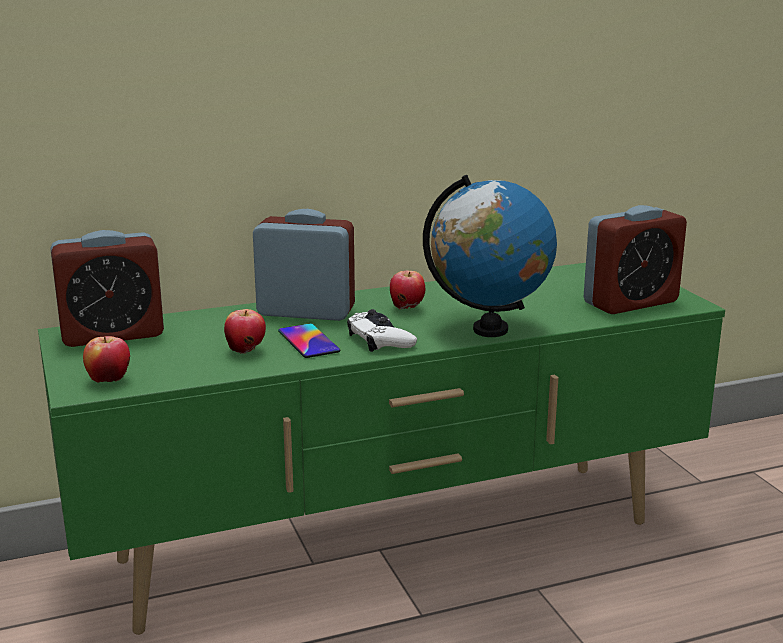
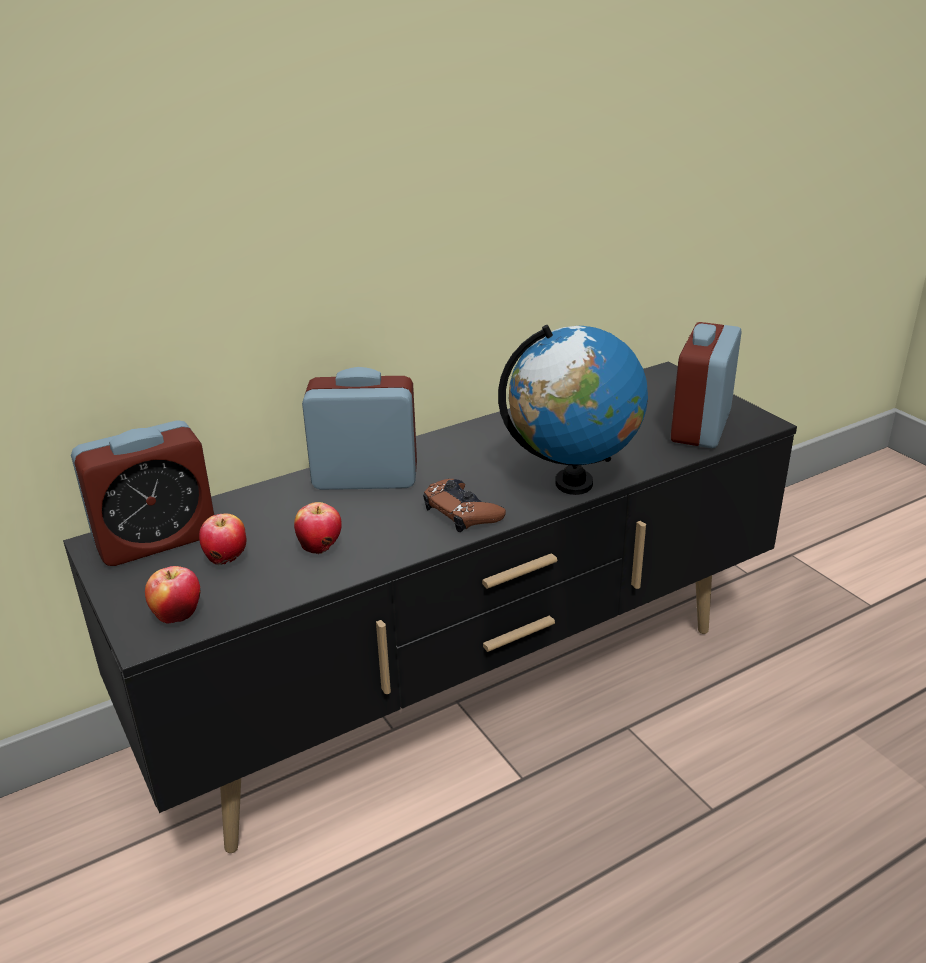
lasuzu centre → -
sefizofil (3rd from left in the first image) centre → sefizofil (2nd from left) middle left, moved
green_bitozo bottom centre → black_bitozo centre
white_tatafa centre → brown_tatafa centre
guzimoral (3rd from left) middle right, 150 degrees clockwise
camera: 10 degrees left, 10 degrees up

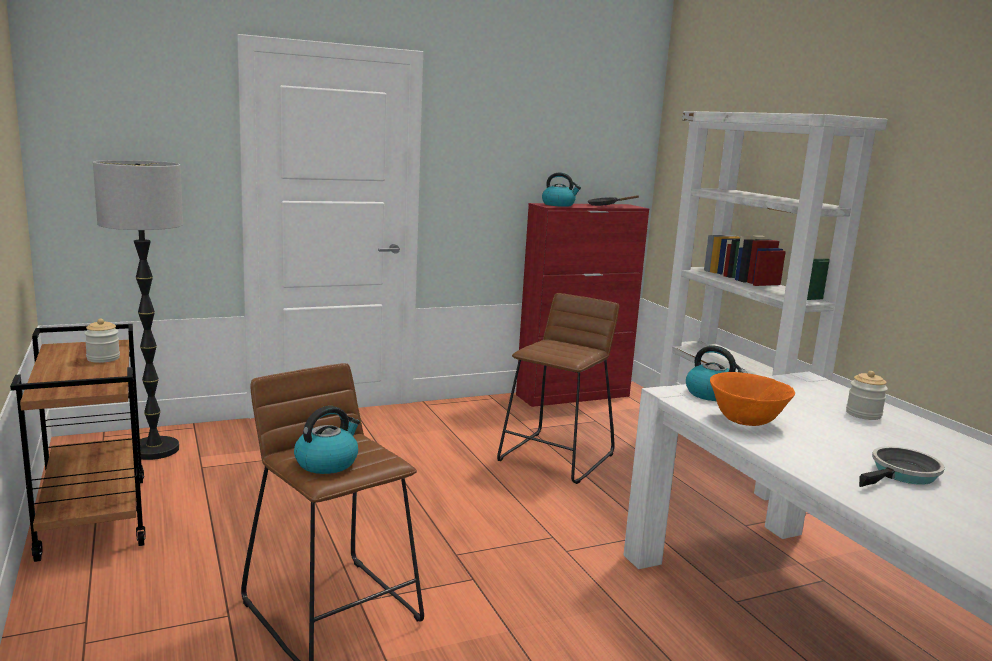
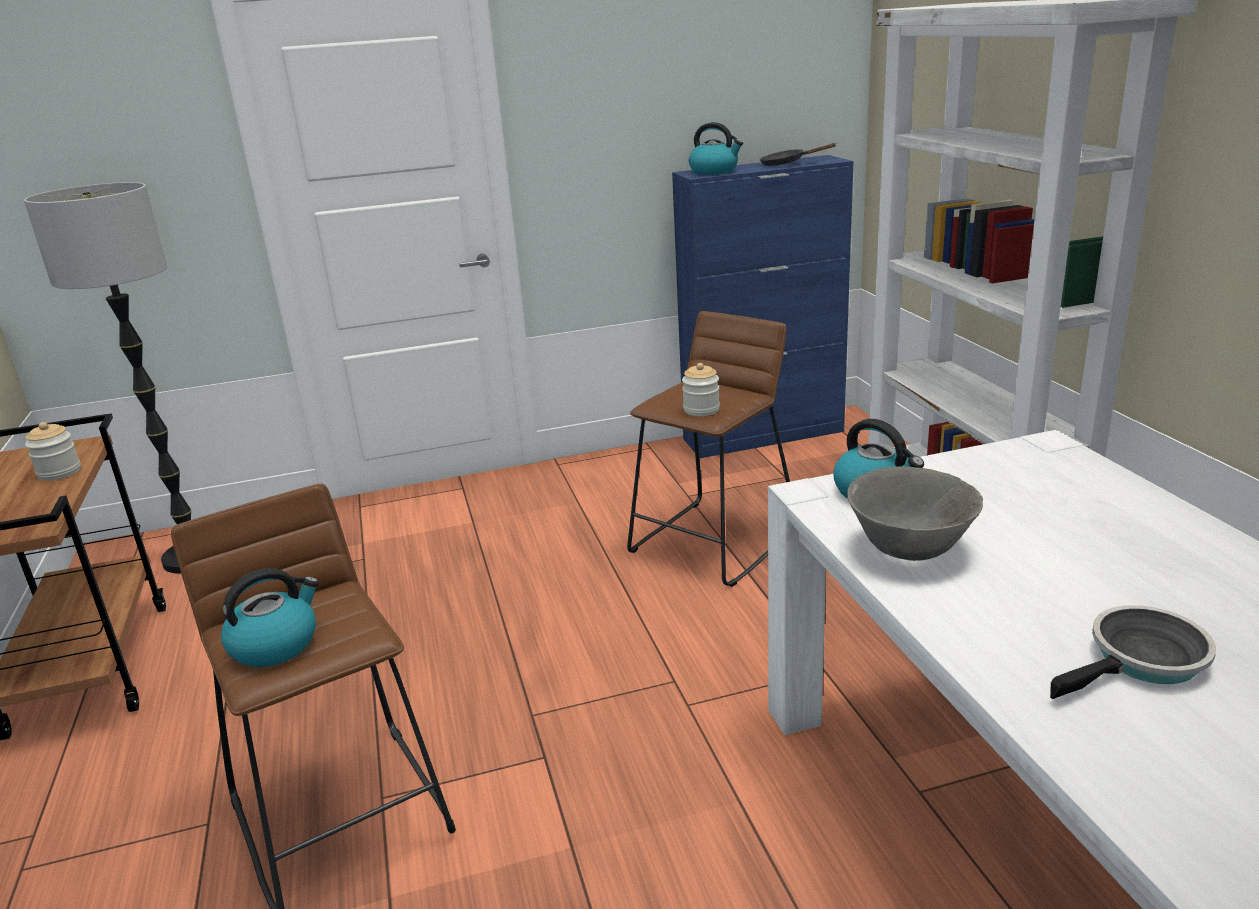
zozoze (2nd from left) middle right → zozoze (2nd from left) centre, moved
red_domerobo centre → blue_domerobo centre
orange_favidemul middle right → grey_favidemul middle right
camera: 10 degrees right, 10 degrees up

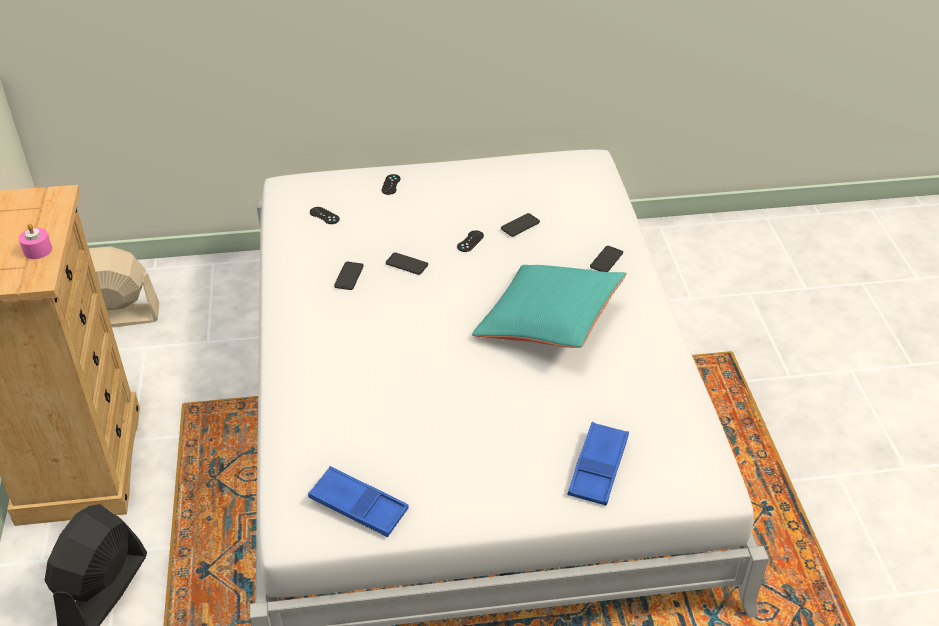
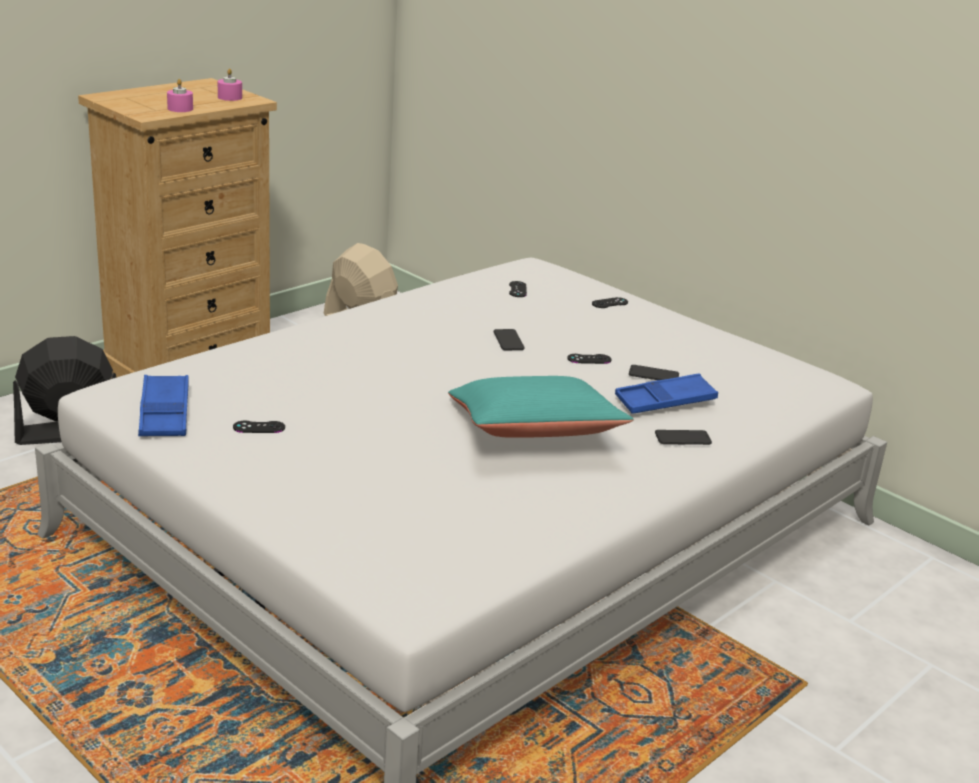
lasuzu (1st from left) centre → -
- → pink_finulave (2nd from left) top left
- → black_tatafa (1st from left) middle left
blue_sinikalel (2nd from left) bottom centre → blue_sinikalel (2nd from left) middle right, moved
camera: 50 degrees right, 15 degrees down

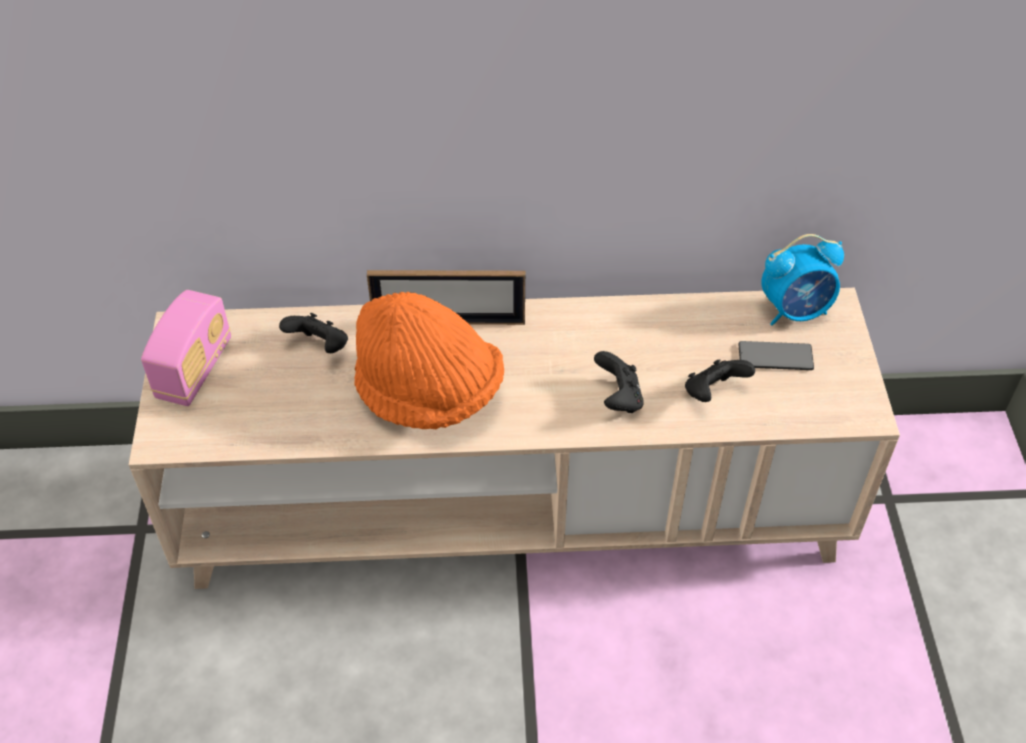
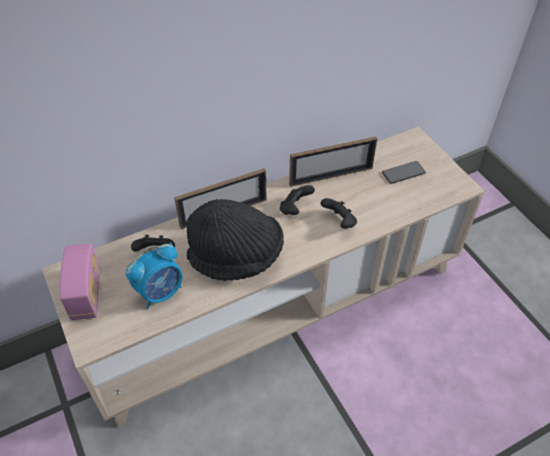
- → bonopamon (2nd from left) centre
black_tatafa (3rd from left in the first image) middle right → black_tatafa (2nd from left) centre, moved
guzimoral middle right → guzimoral middle left, moved
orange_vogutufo centre → black_vogutufo centre
camera: 25 degrees left, 0 degrees up

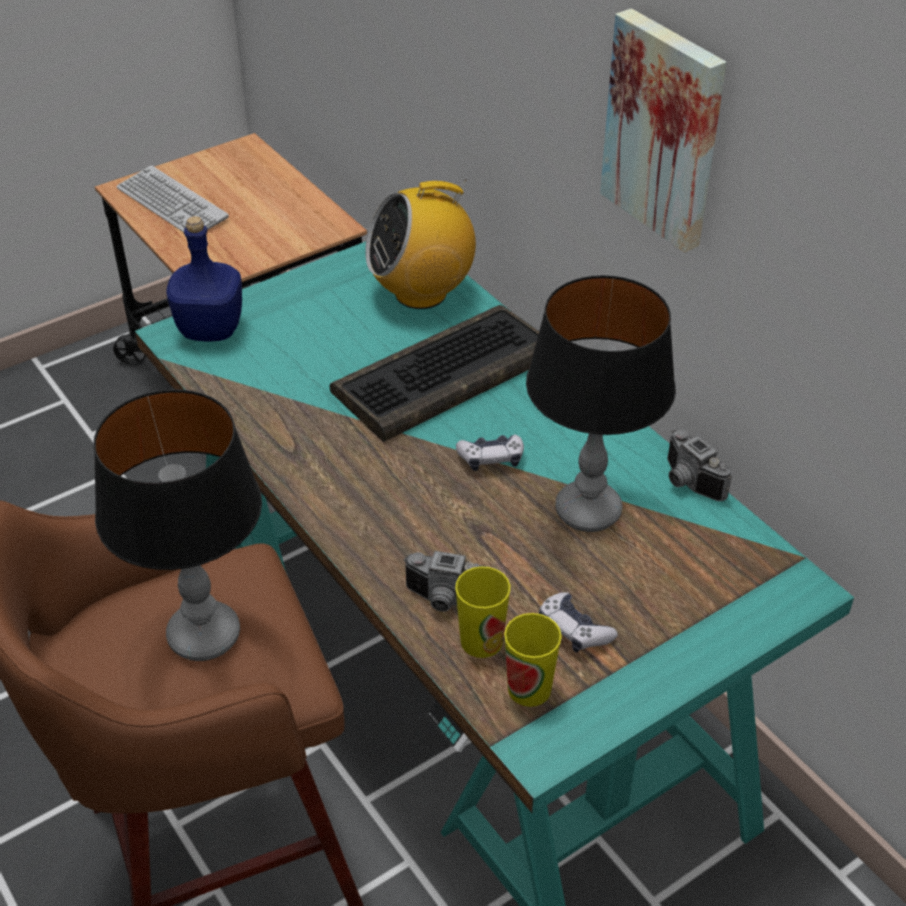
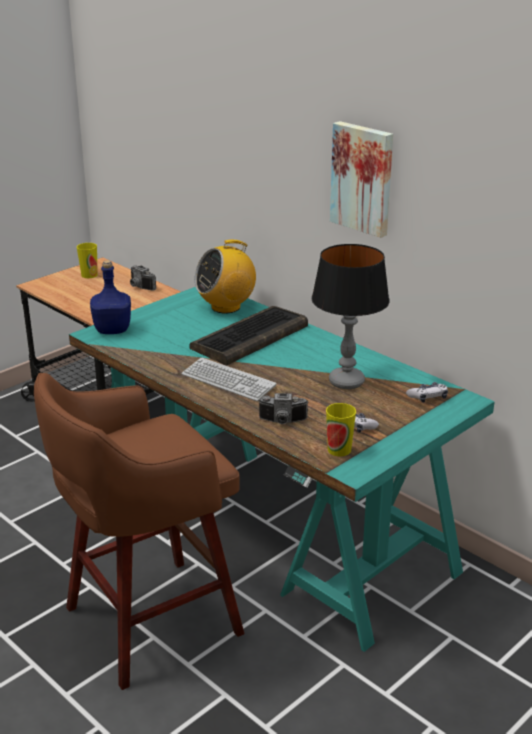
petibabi (1st from left) middle left → -
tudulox (1st from left) top left → tudulox (1st from left) centre, moved
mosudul (1st from left) bottom centre → mosudul (1st from left) middle left, moved
tatafa (1st from left in the first image) centre → tatafa (2nd from left) middle right, moved
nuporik (2nd from left in the first image) middle right → nuporik (1st from left) middle left, moved
camera: 10 degrees left, 15 degrees down

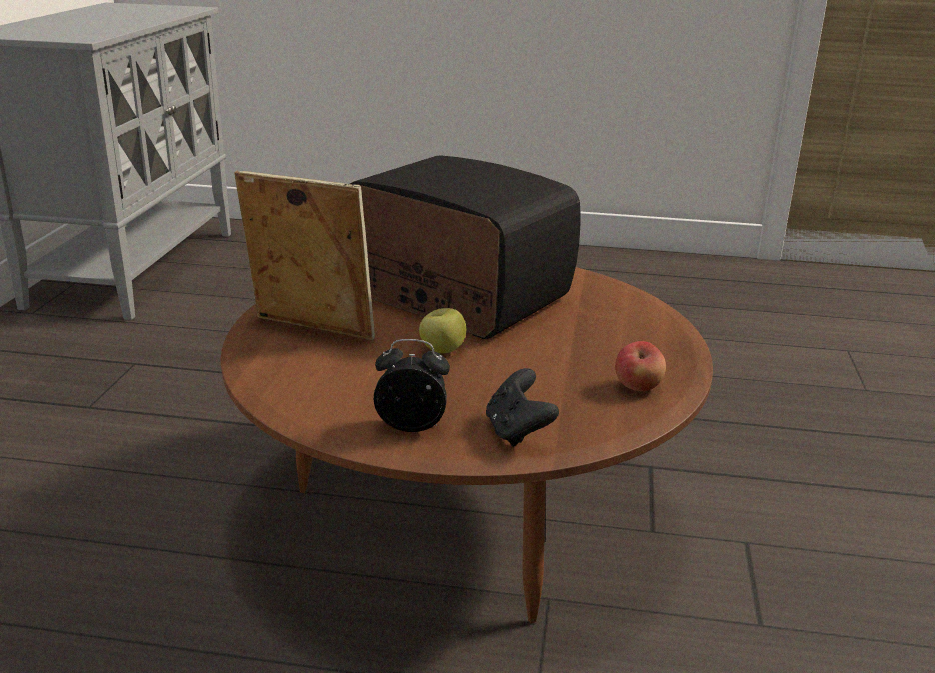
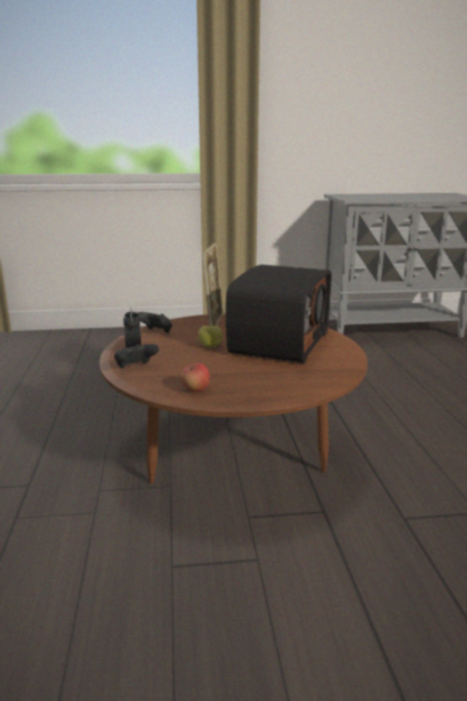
- → black_tatafa (2nd from left) middle left
camera: 75 degrees right, 5 degrees down

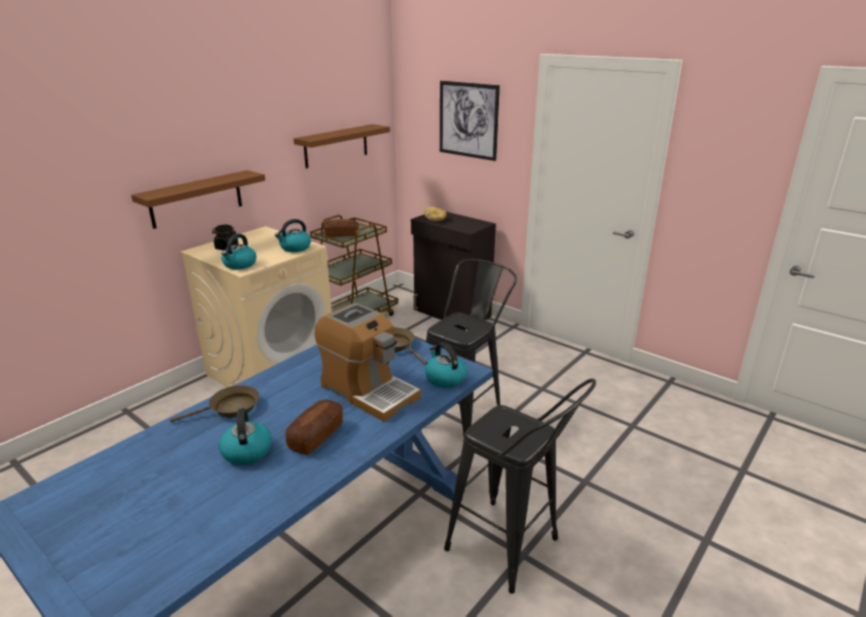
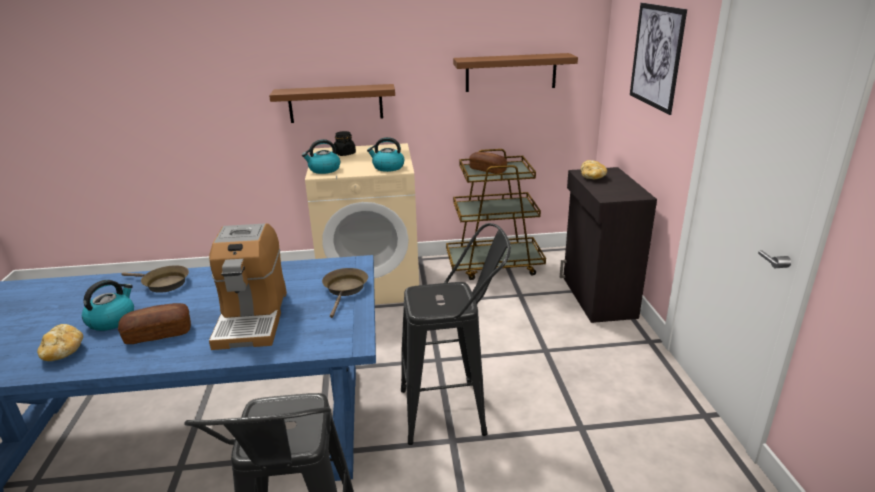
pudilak (4th from left) centre → -
- → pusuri (1st from left) bottom left
camera: 45 degrees right, 0 degrees up

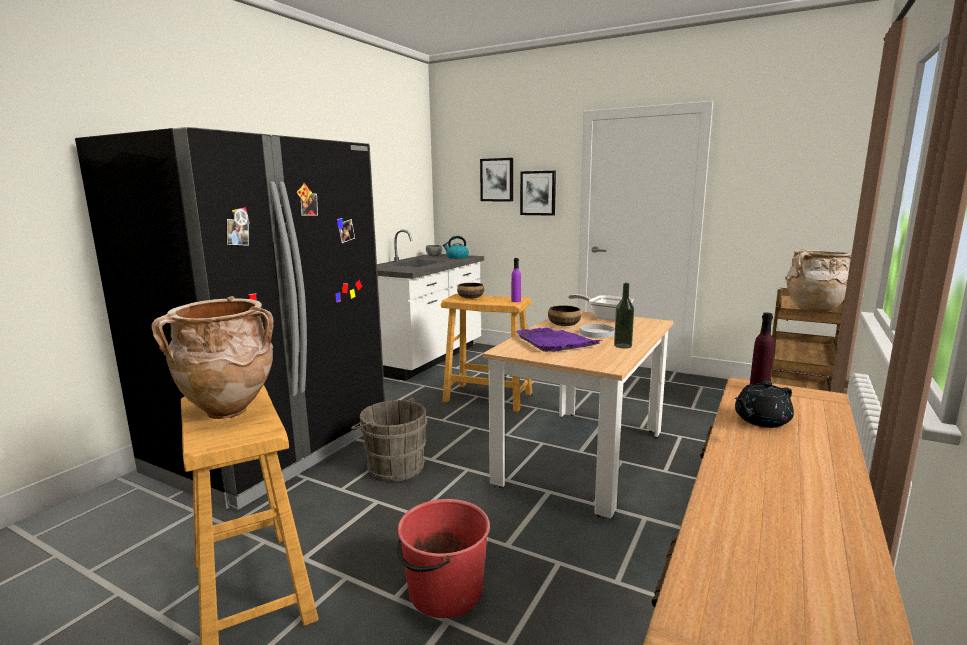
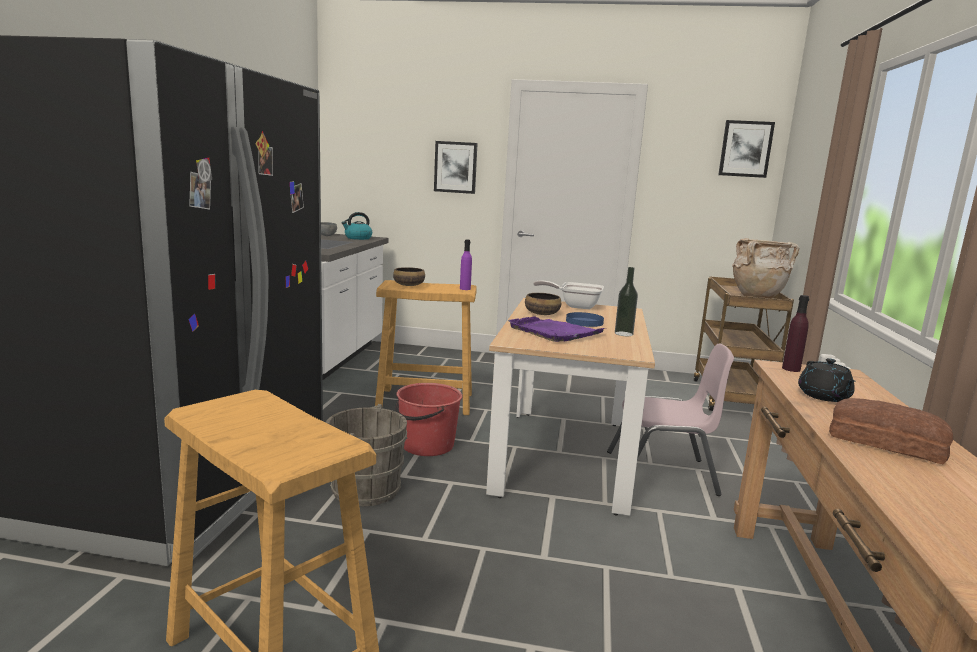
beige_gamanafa (1st from left) middle left → -
- → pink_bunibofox middle right
- → pusuri middle right
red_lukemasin bottom centre → red_lukemasin centre, moved
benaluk (1st from left in the first image) top centre → benaluk (2nd from left) top right, moved
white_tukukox centre → blue_tukukox centre
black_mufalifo middle right, 45 degrees counterclockwise
camera: 20 degrees left, 0 degrees up

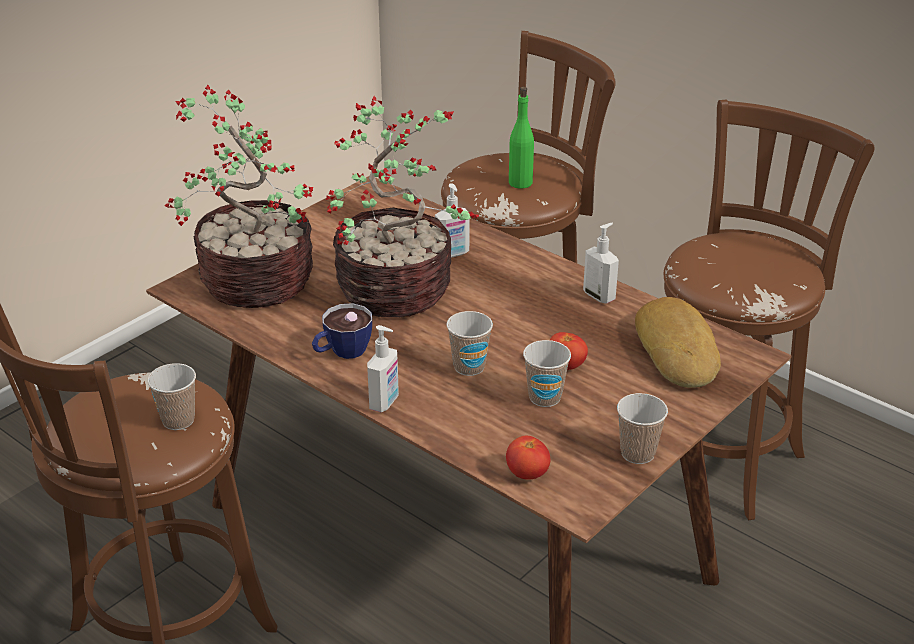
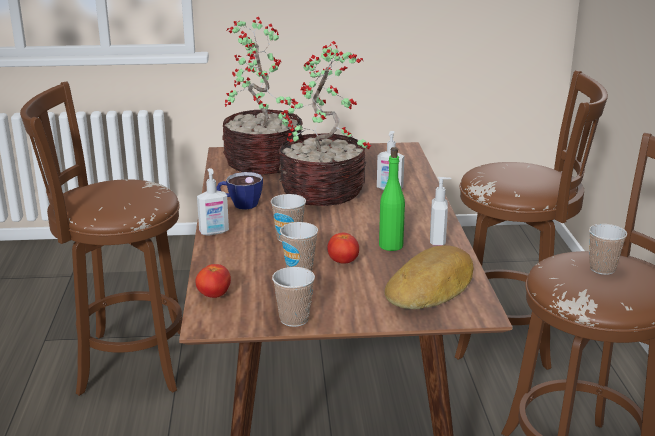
mosudul (1st from left in the first image) middle left → mosudul (5th from left) middle right, moved
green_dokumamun top centre → green_dokumamun centre, moved
camera: 45 degrees right, 10 degrees down

